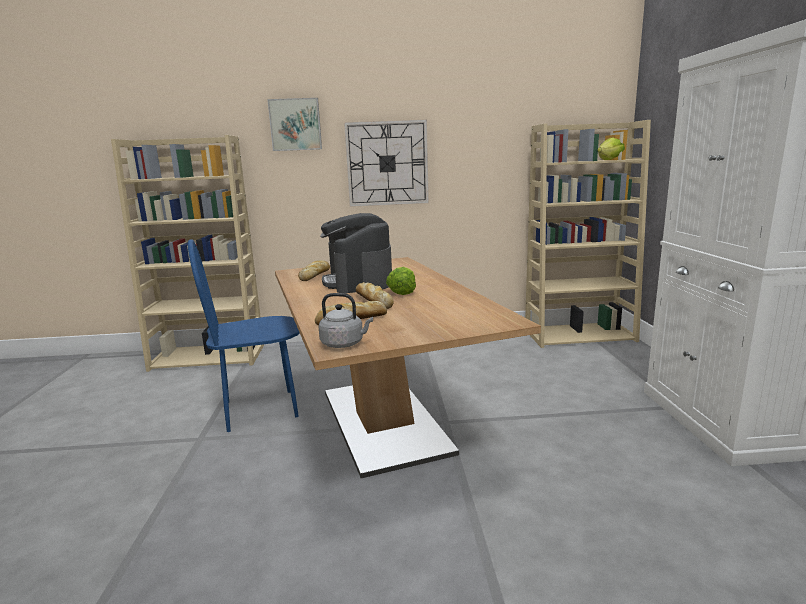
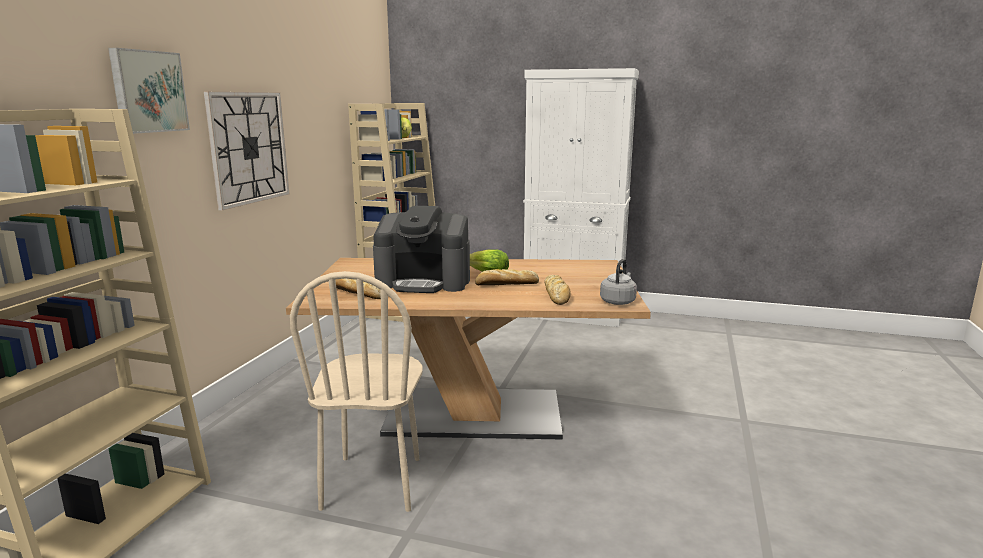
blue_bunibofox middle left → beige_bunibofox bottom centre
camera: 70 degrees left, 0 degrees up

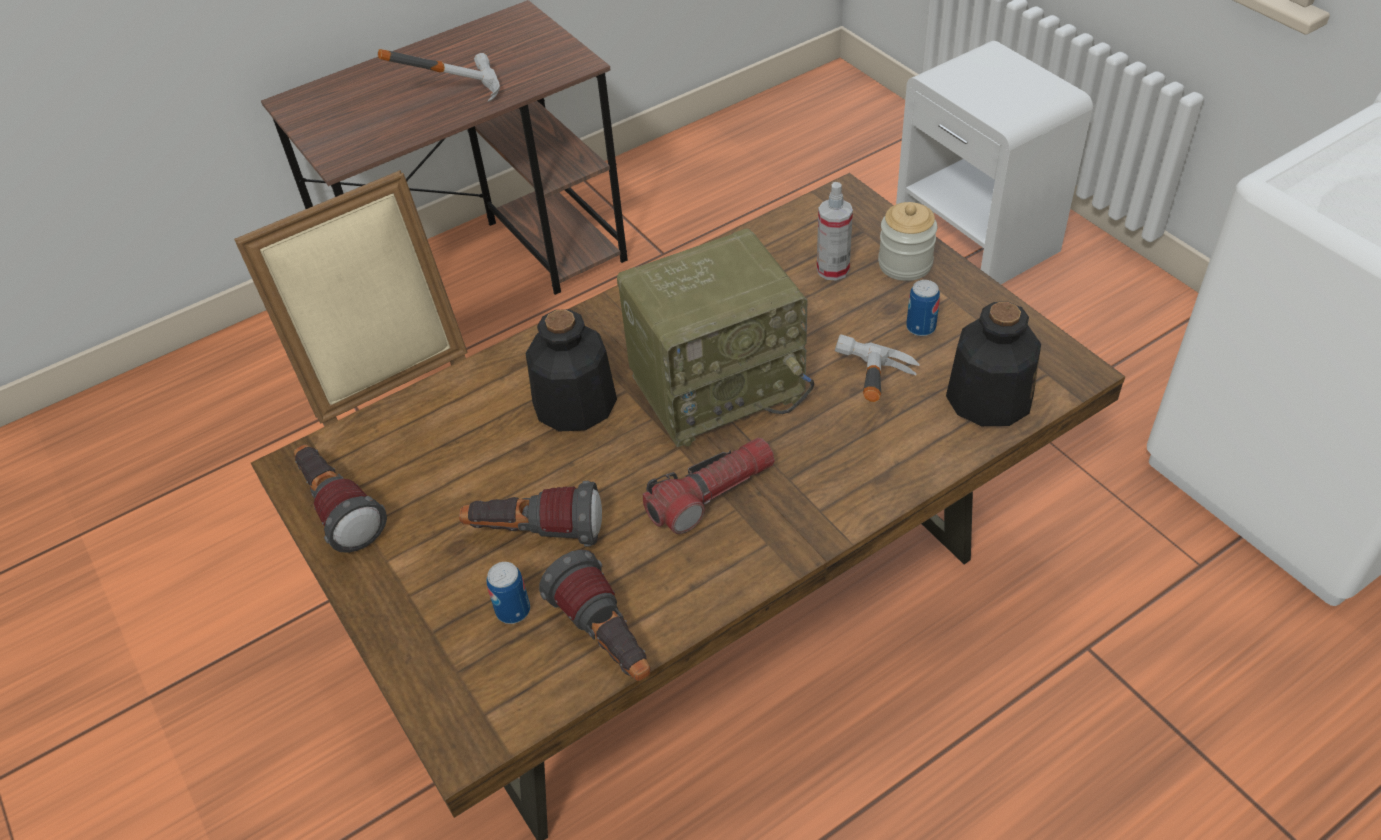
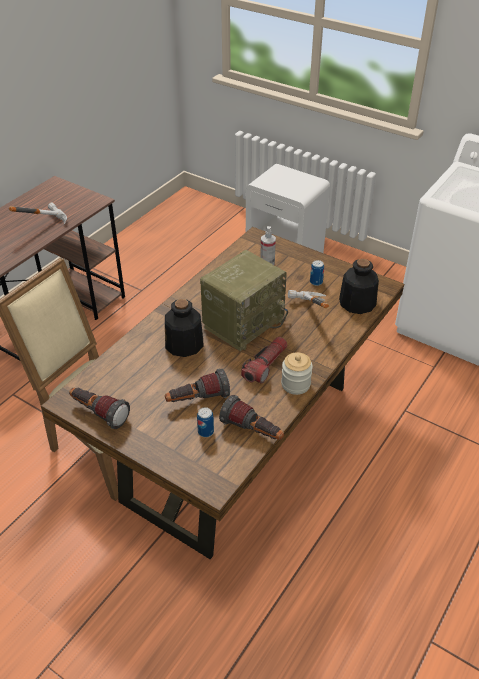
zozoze top centre → zozoze centre, moved
camera: 25 degrees left, 5 degrees down

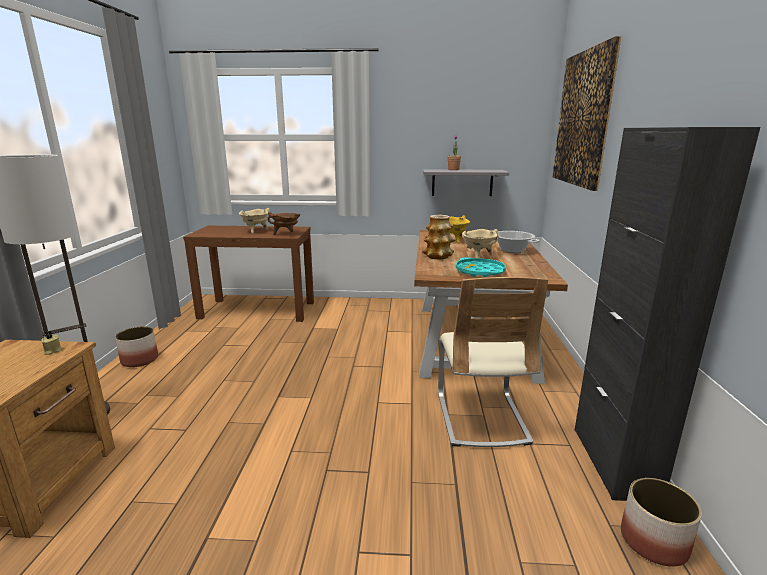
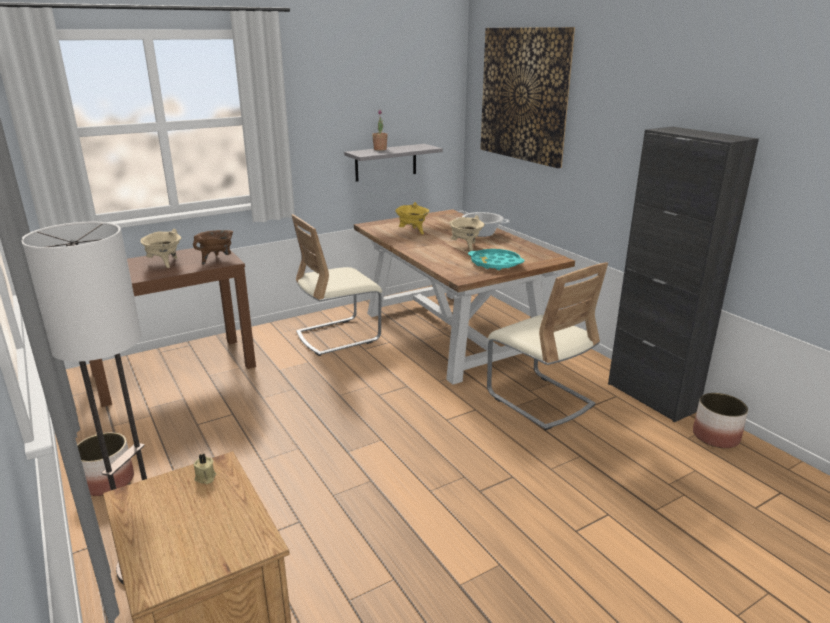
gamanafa centre → -
- → beige_bunibofox (1st from left) centre
camera: 35 degrees left, 5 degrees up

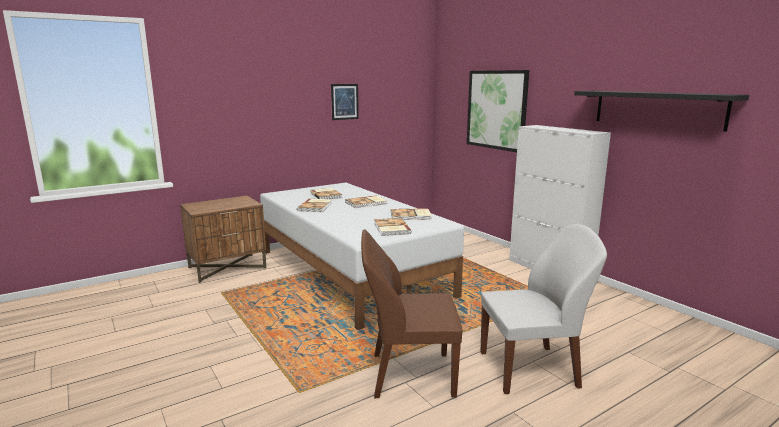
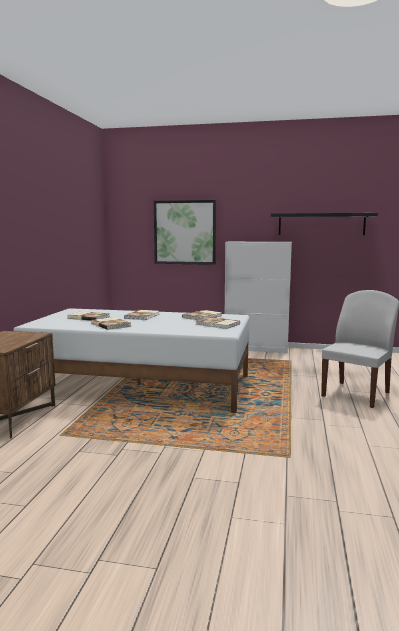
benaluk (1st from left) top centre → -
brown_bunibofox bottom centre → -
camera: 45 degrees left, 5 degrees down

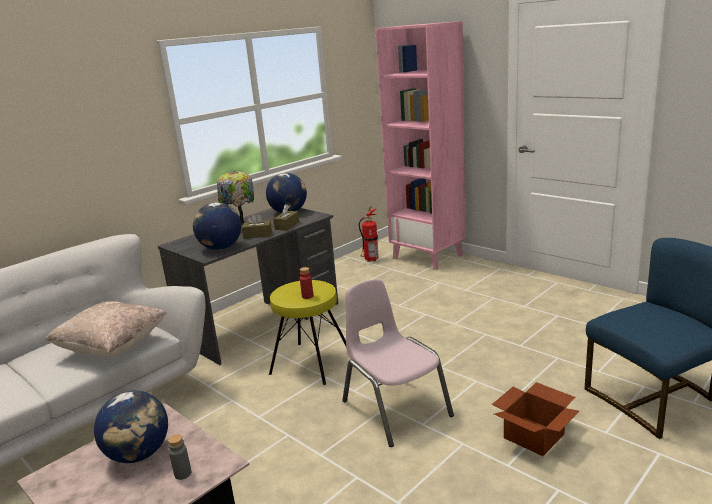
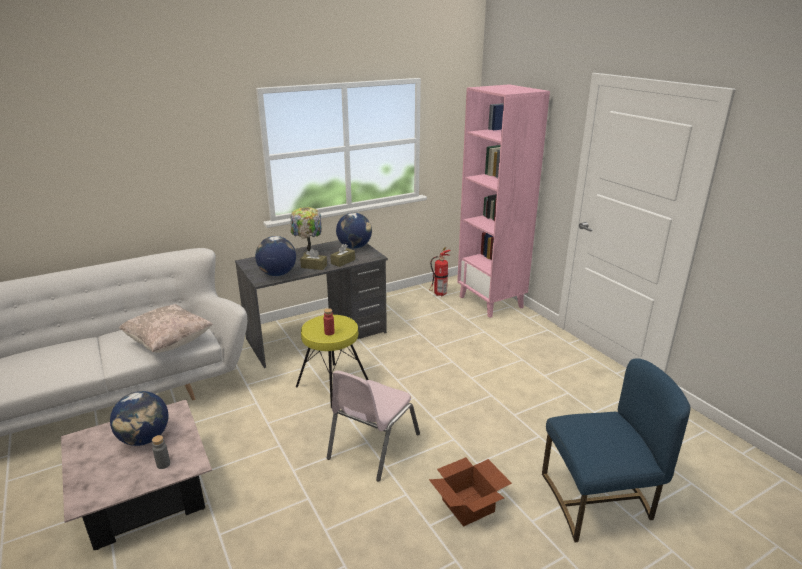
pink_bunibofox bottom centre, 135 degrees counterclockwise
camera: 15 degrees right, 5 degrees up

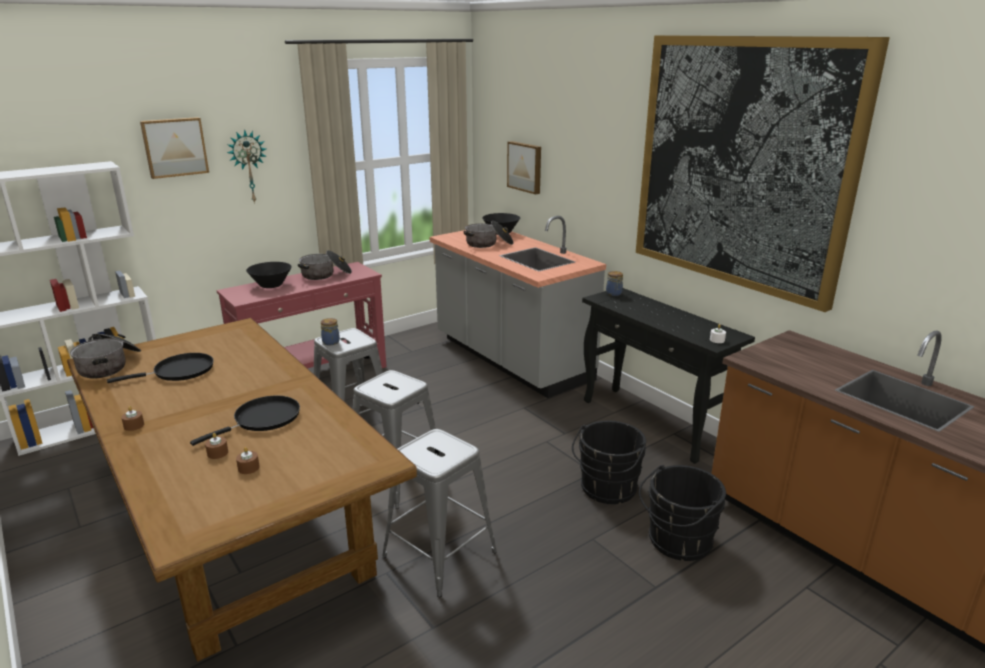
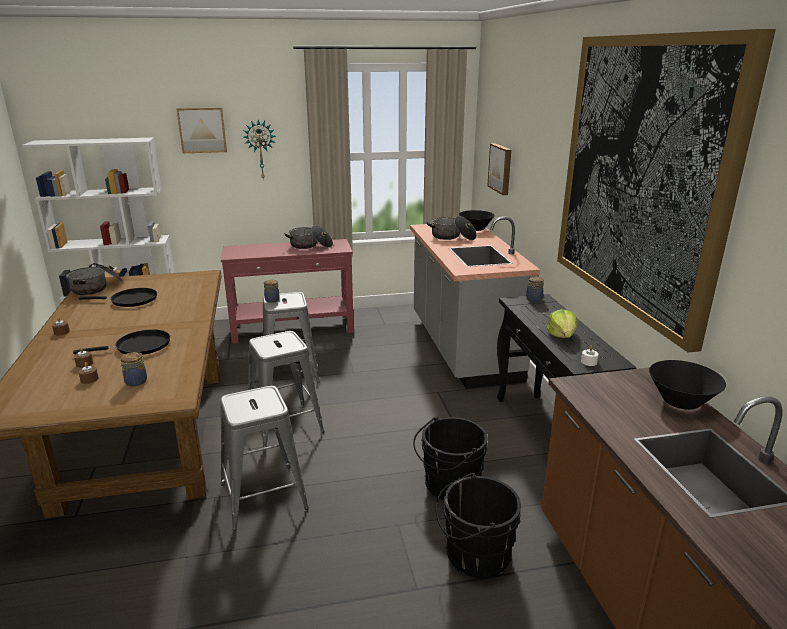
- → zozoze (1st from left) middle left
- → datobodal middle right
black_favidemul (1st from left in the first image) middle left → black_favidemul (2nd from left) middle right, moved
camera: 25 degrees right, 0 degrees up

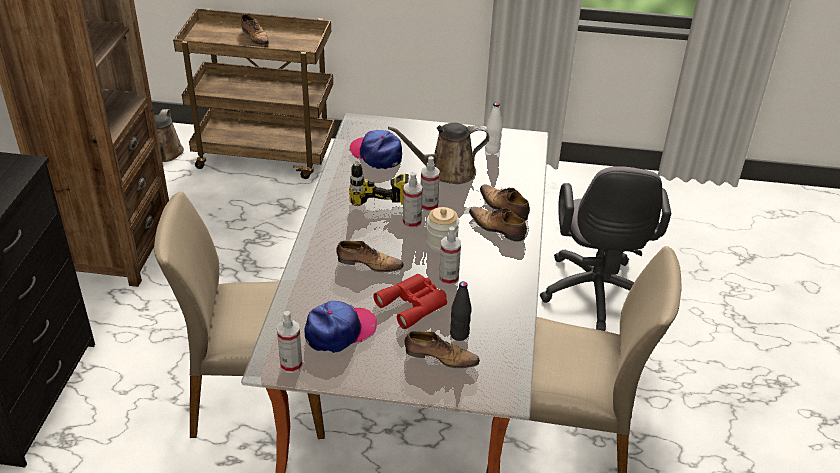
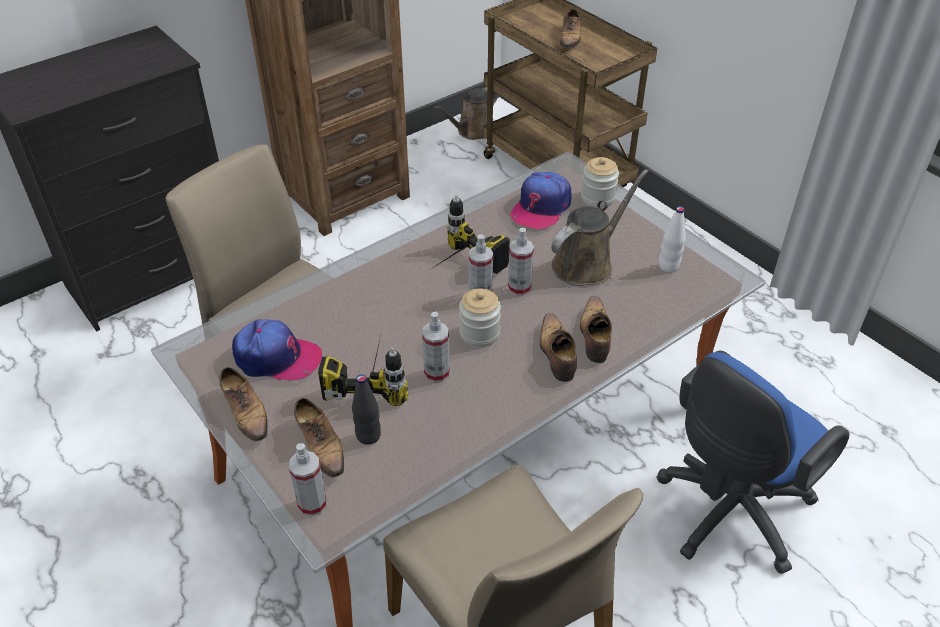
- → zozoze (2nd from left) top centre
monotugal (1st from left) bottom centre → monotugal (1st from left) bottom left, moved
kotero (2nd from left in the first image) centre → kotero (1st from left) middle left, moved
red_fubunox centre → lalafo (1st from left) centre
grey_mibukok middle right → blue_mibukok bottom right
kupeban (2nd from left) top centre, 150 degrees counterclockwise
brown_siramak (2nd from left) top centre → brown_siramak (2nd from left) centre, 105 degrees clockwise
camera: 45 degrees right, 5 degrees up

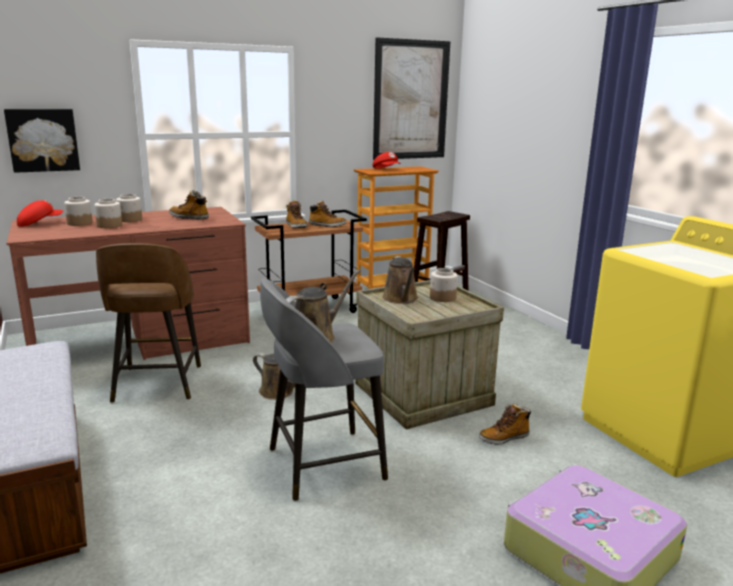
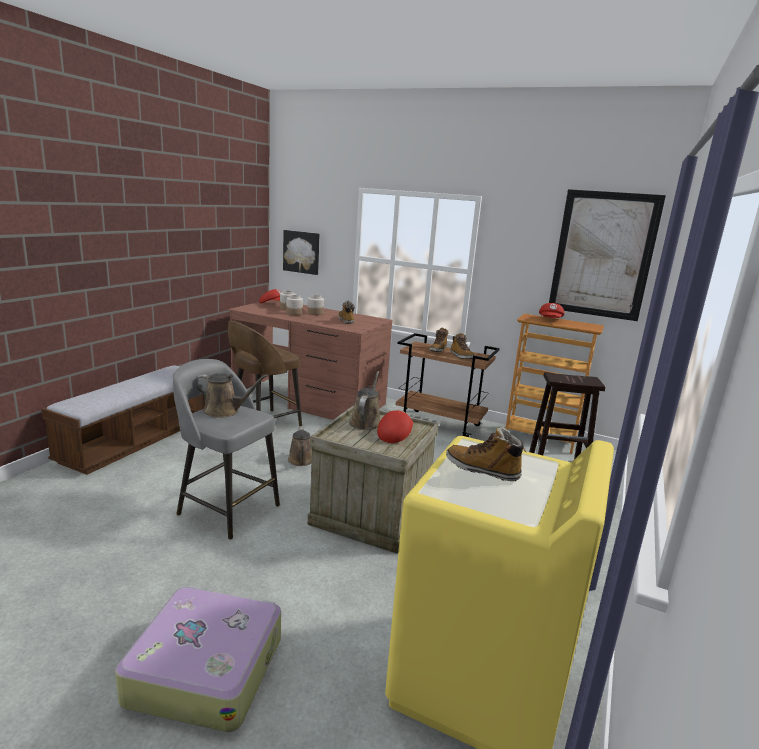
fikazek (4th from left) bottom right → fikazek (4th from left) centre, moved
zozoze (4th from left) centre → red_kupeban (2nd from left) centre
brown_siramak (3rd from left) centre, 150 degrees clockwise
camera: 50 degrees right, 0 degrees up

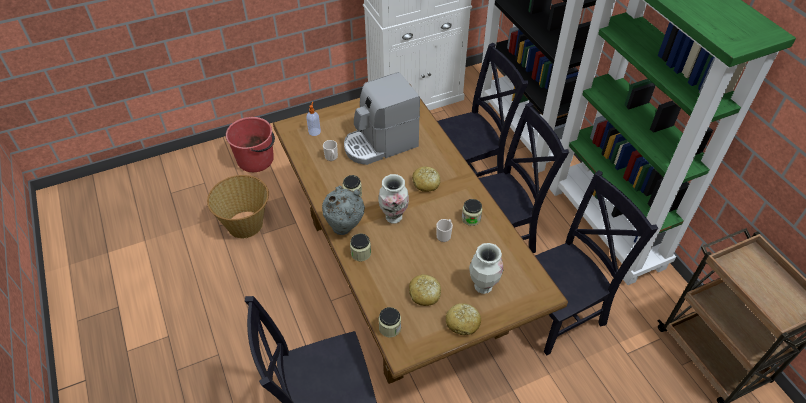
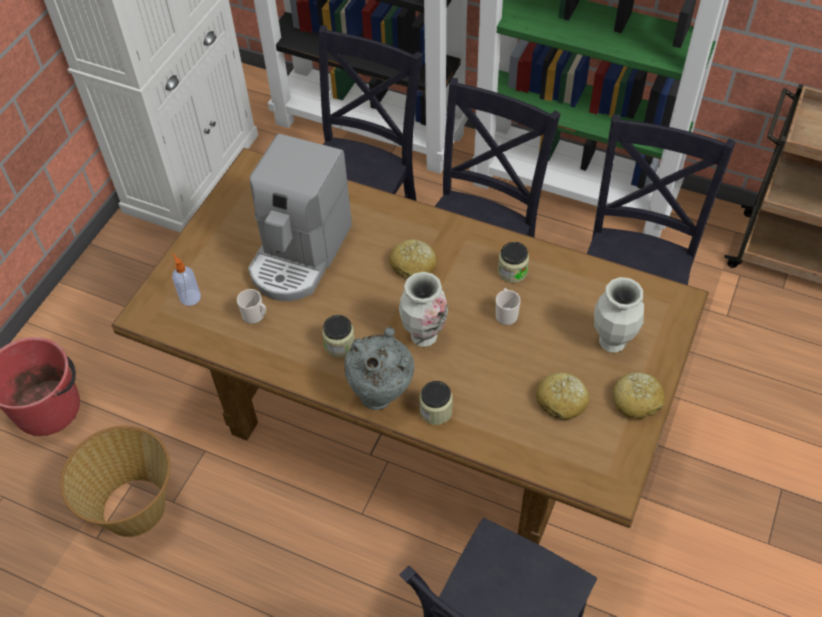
zozoze (3rd from left) bottom centre → -
camera: 40 degrees left, 5 degrees up

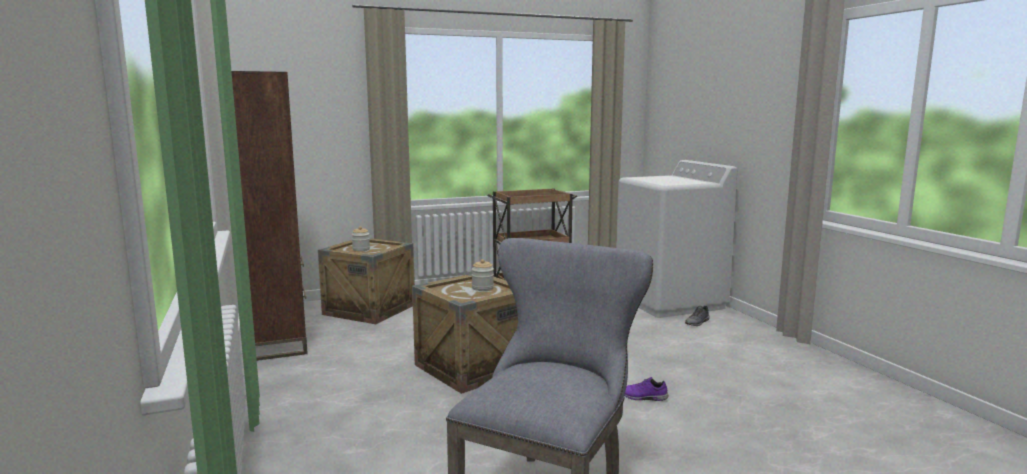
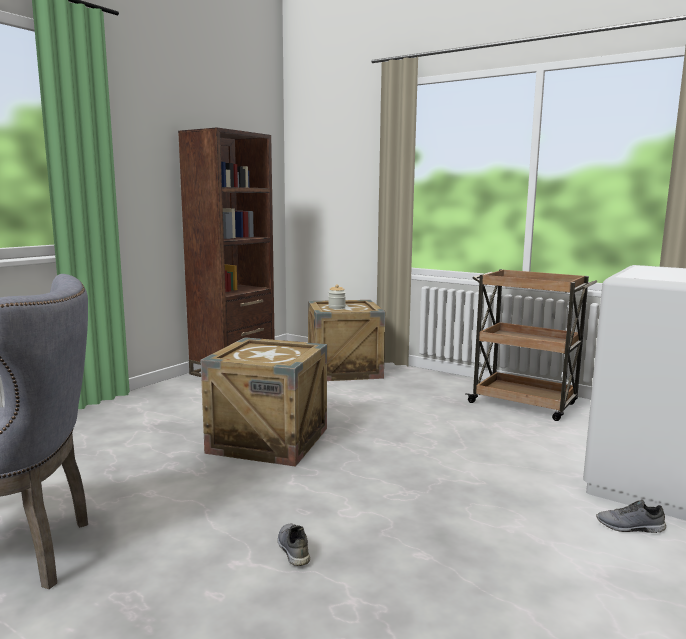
zozoze (2nd from left) centre → -
purple_kotero bottom centre → grey_kotero (1st from left) bottom centre
camera: 55 degrees right, 0 degrees up

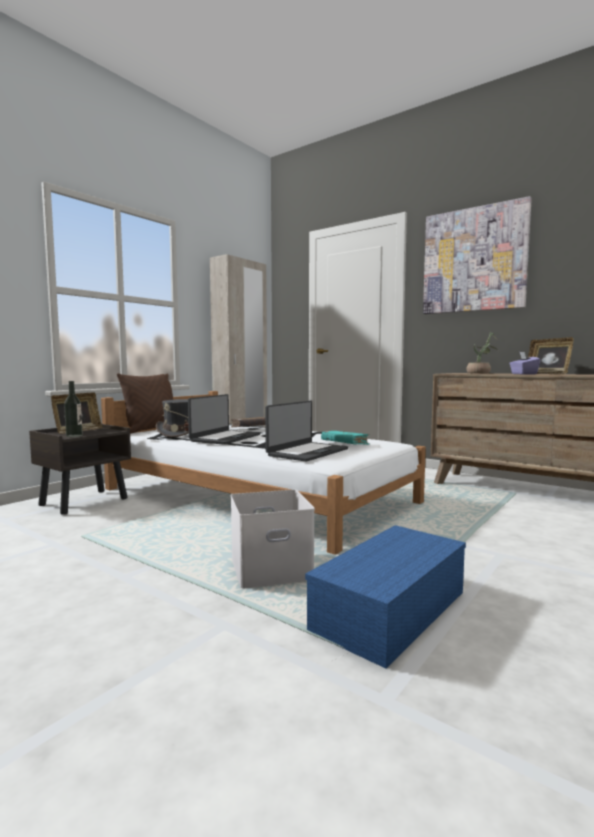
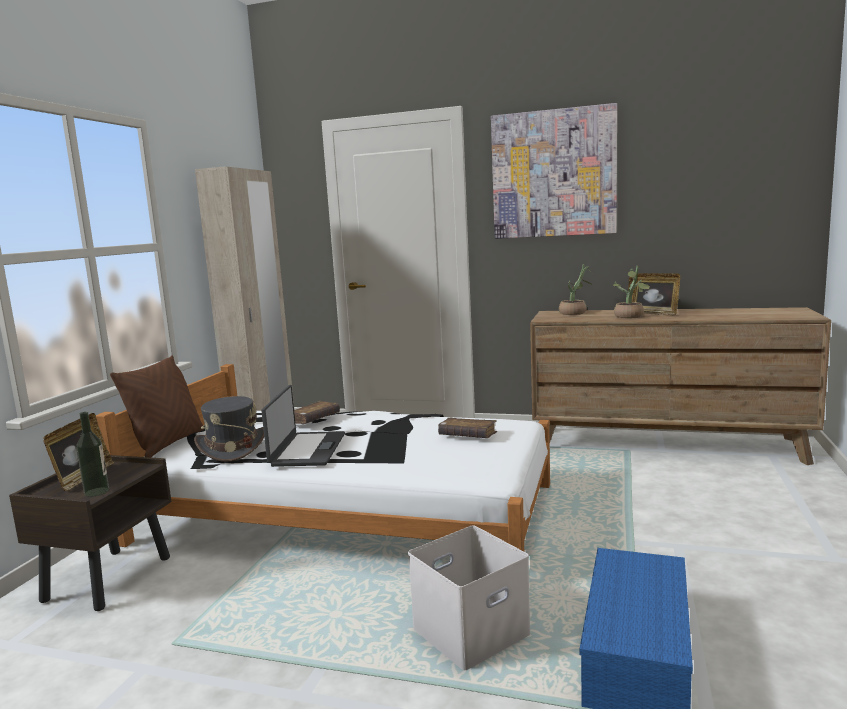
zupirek (2nd from left) centre → -
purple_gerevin middle right → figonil (2nd from left) middle right
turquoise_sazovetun centre → brown_sazovetun (2nd from left) centre
camera: 20 degrees left, 5 degrees up

